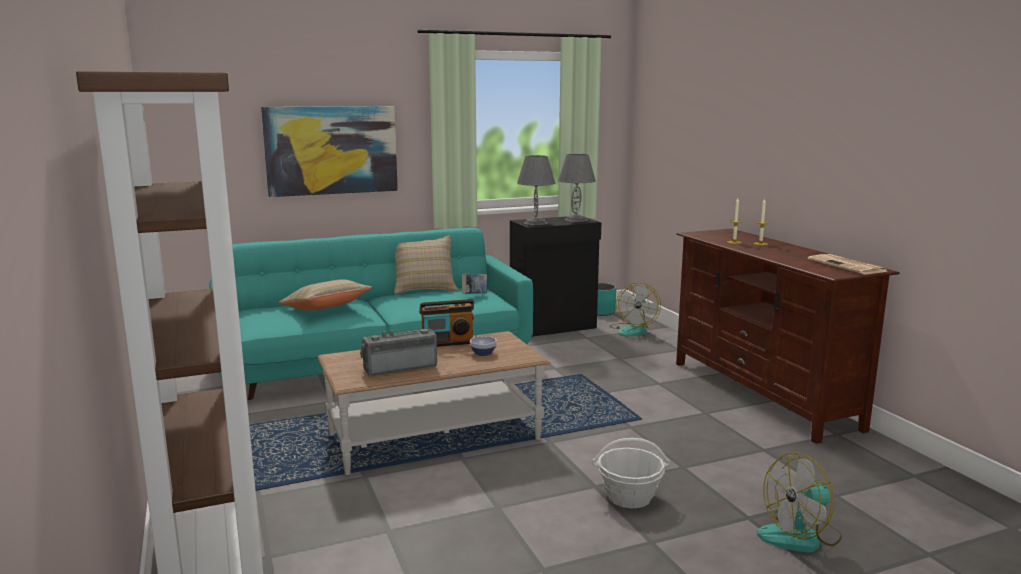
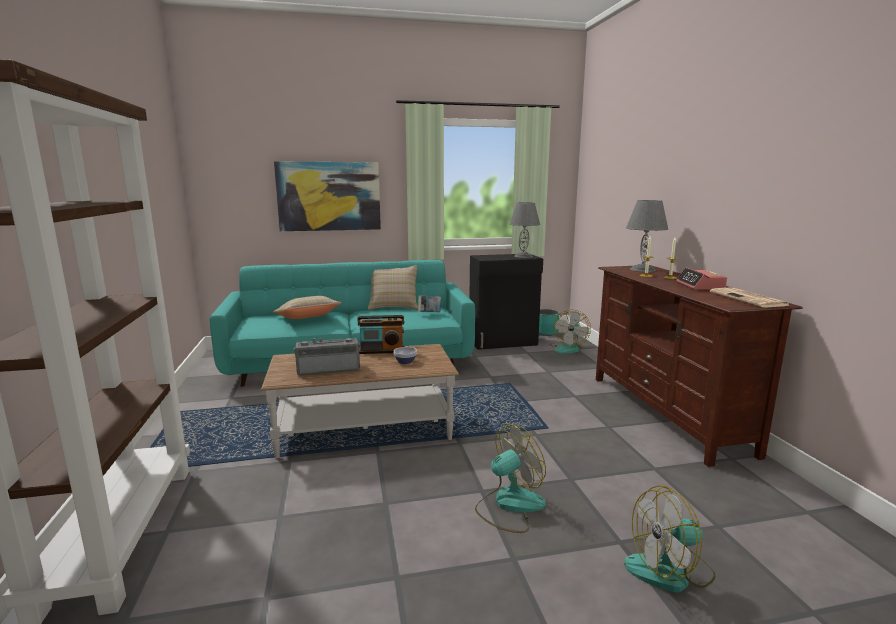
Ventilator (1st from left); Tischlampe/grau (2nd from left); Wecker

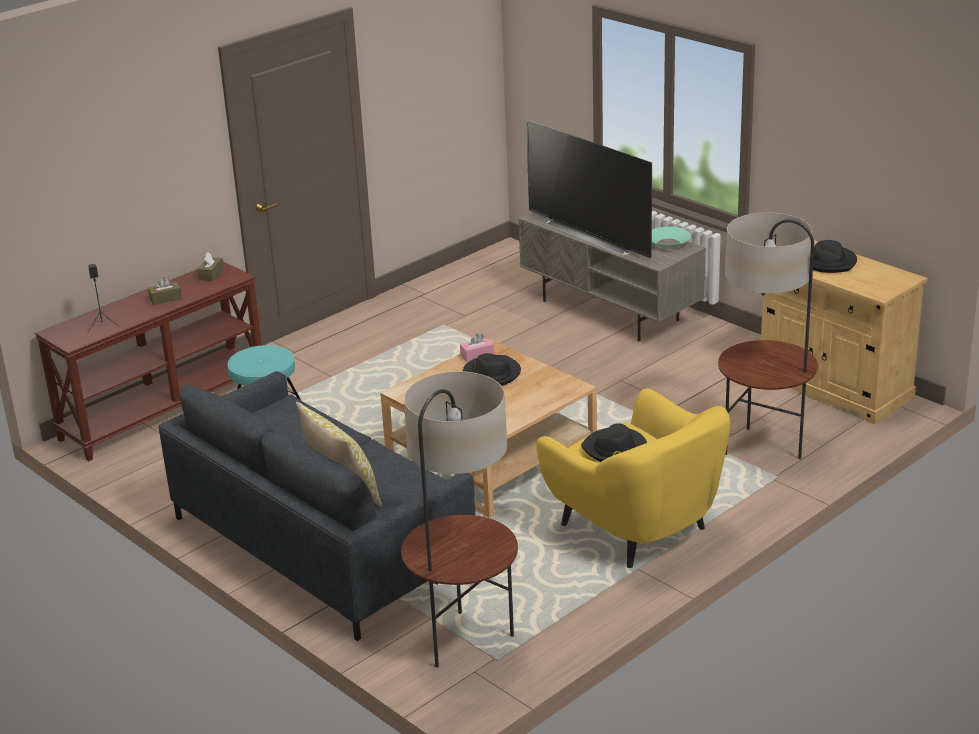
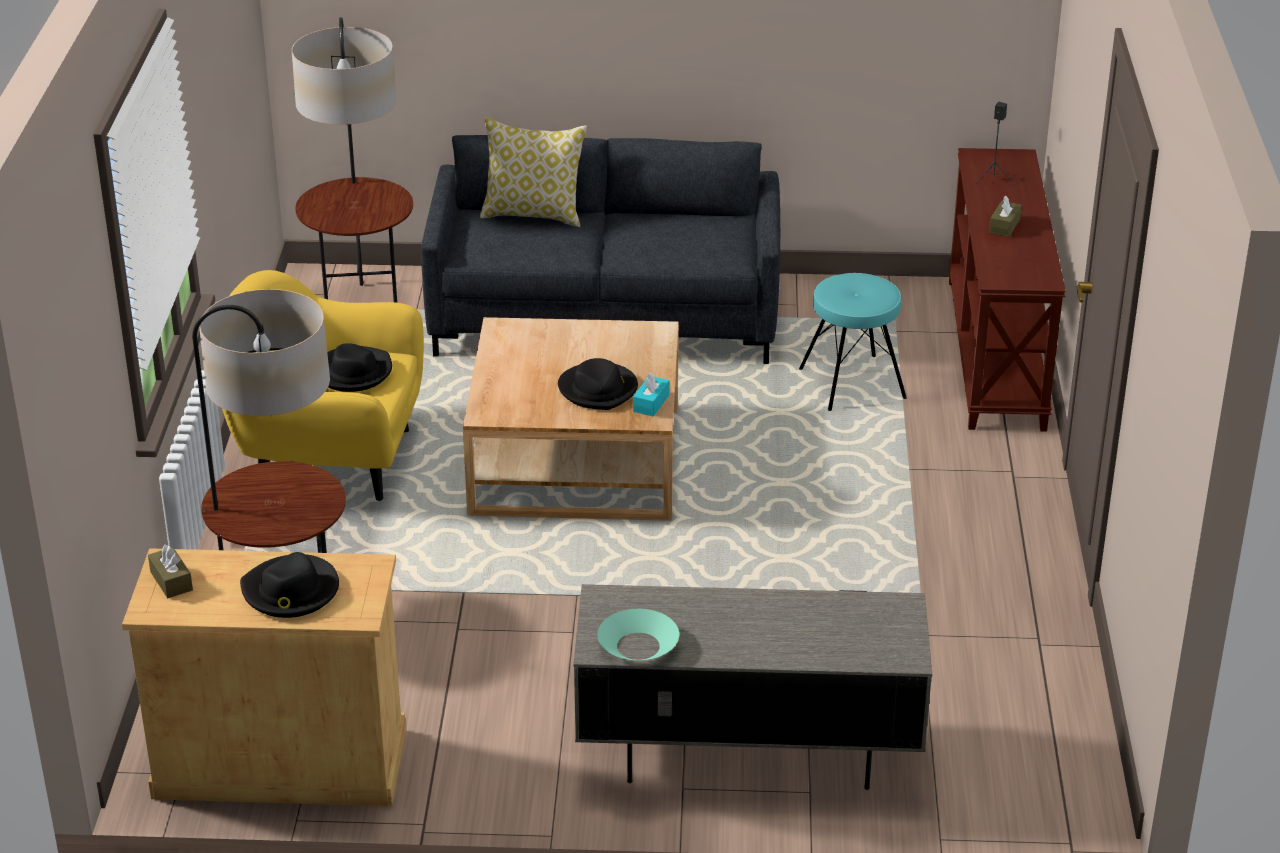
Taschentuchbox/braun (1st from left); Taschentuchbox/türkis; Fernseher

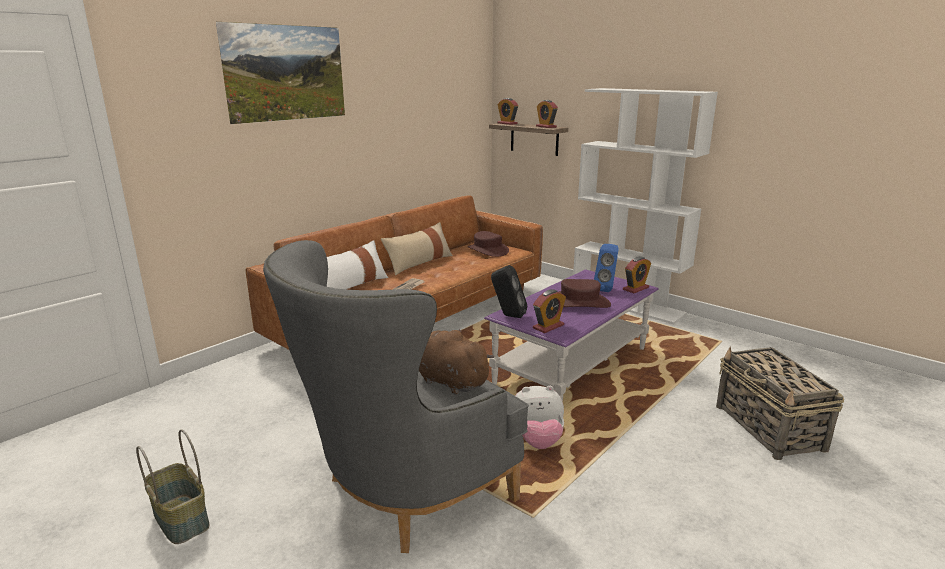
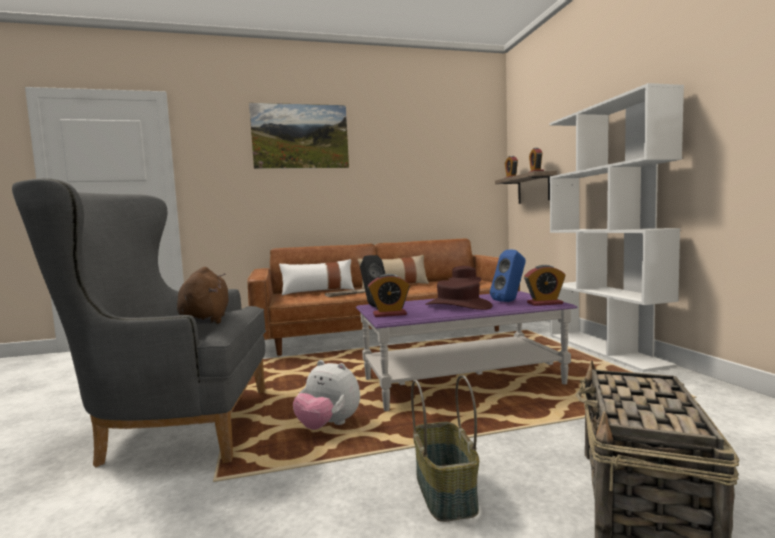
Korb (1st from left)

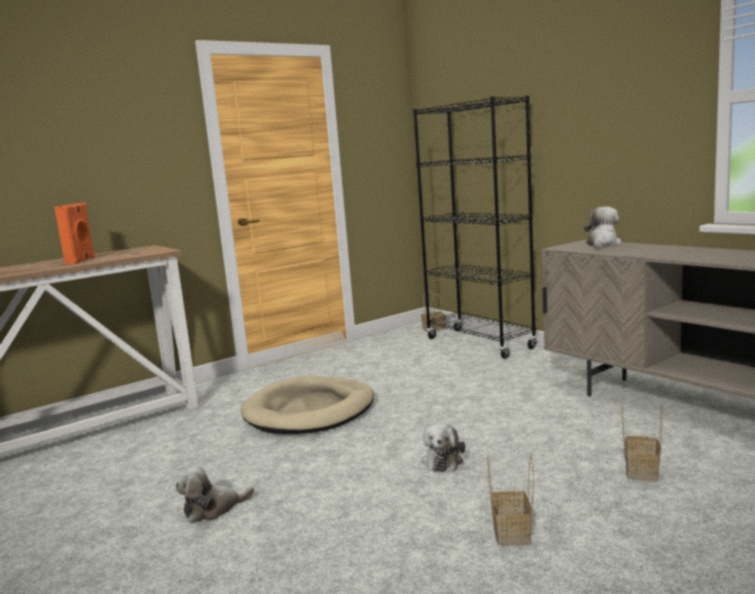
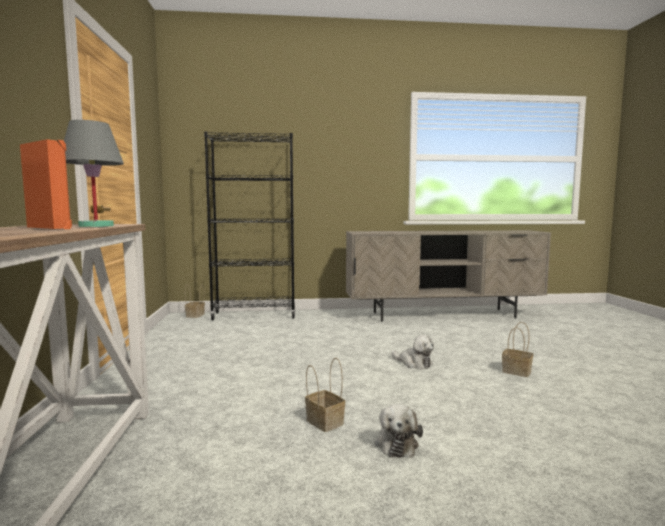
Tischlampe/grau; Korb (2nd from left); Hundebett/beige; Plüschtier (3rd from left in the first image)

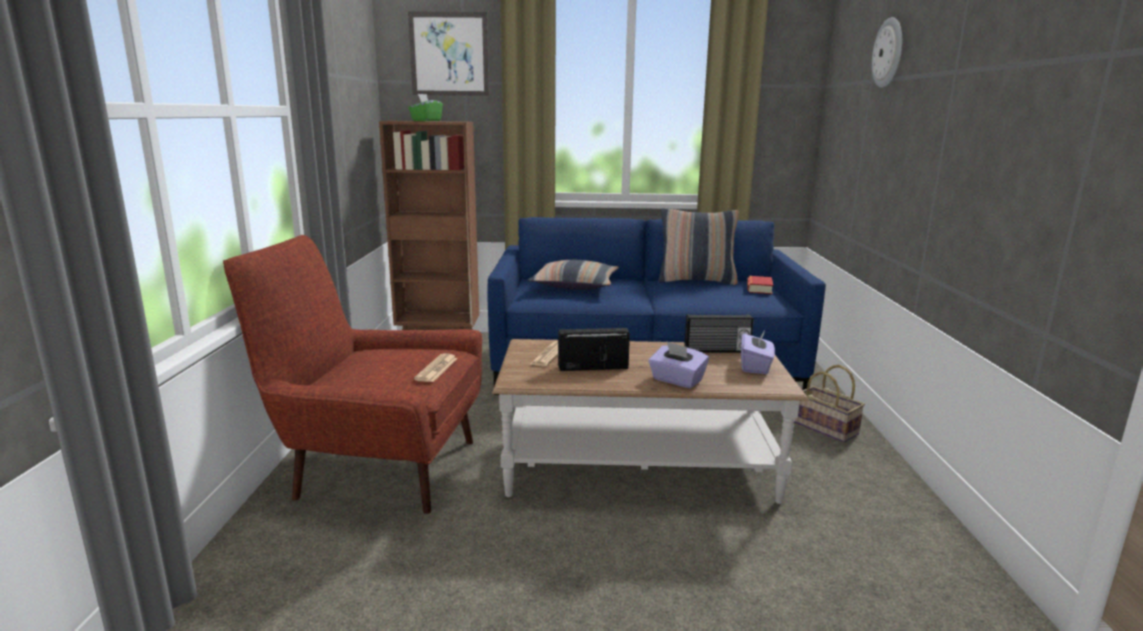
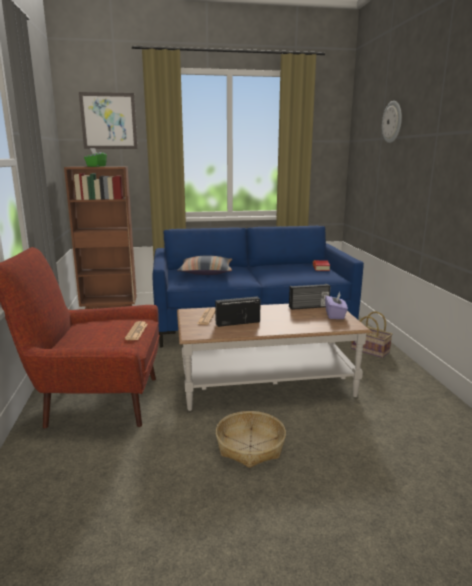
Korb (1st from left); Taschentuchbox/lila (1st from left in the first image); Kissen (2nd from left in the first image)

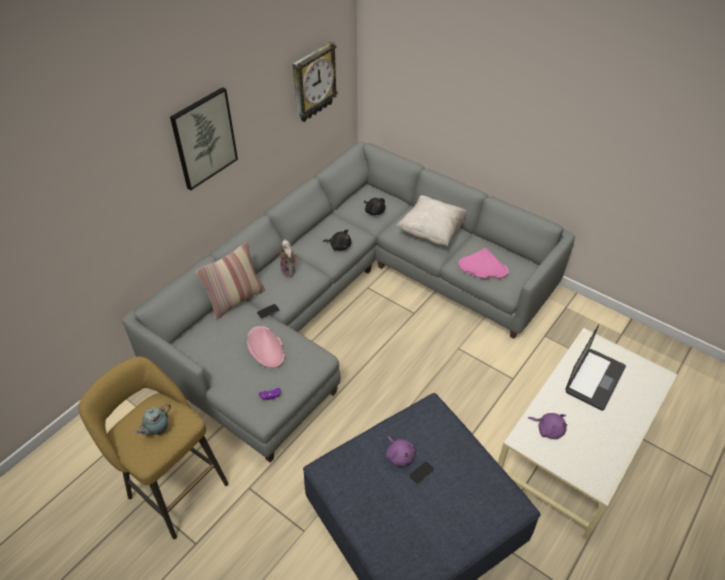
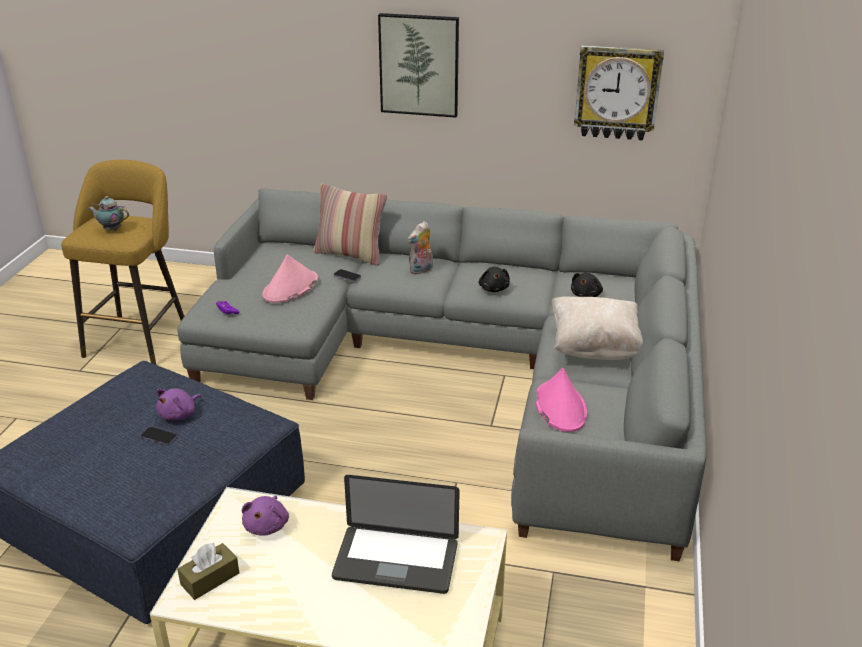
Taschentuchbox/braun

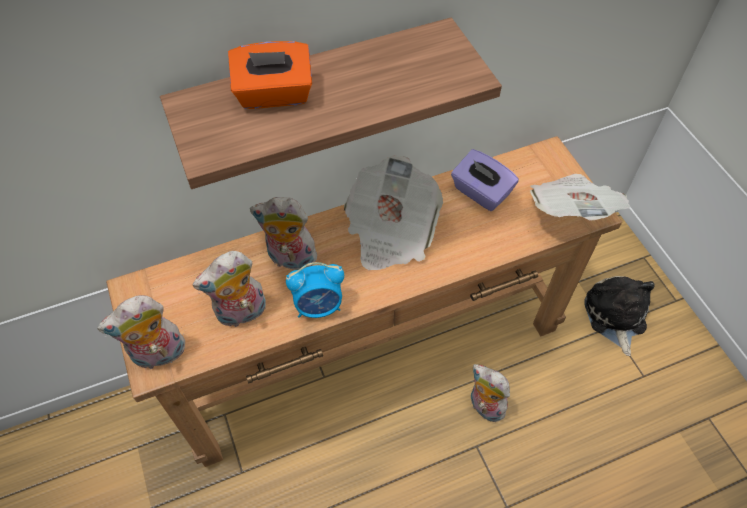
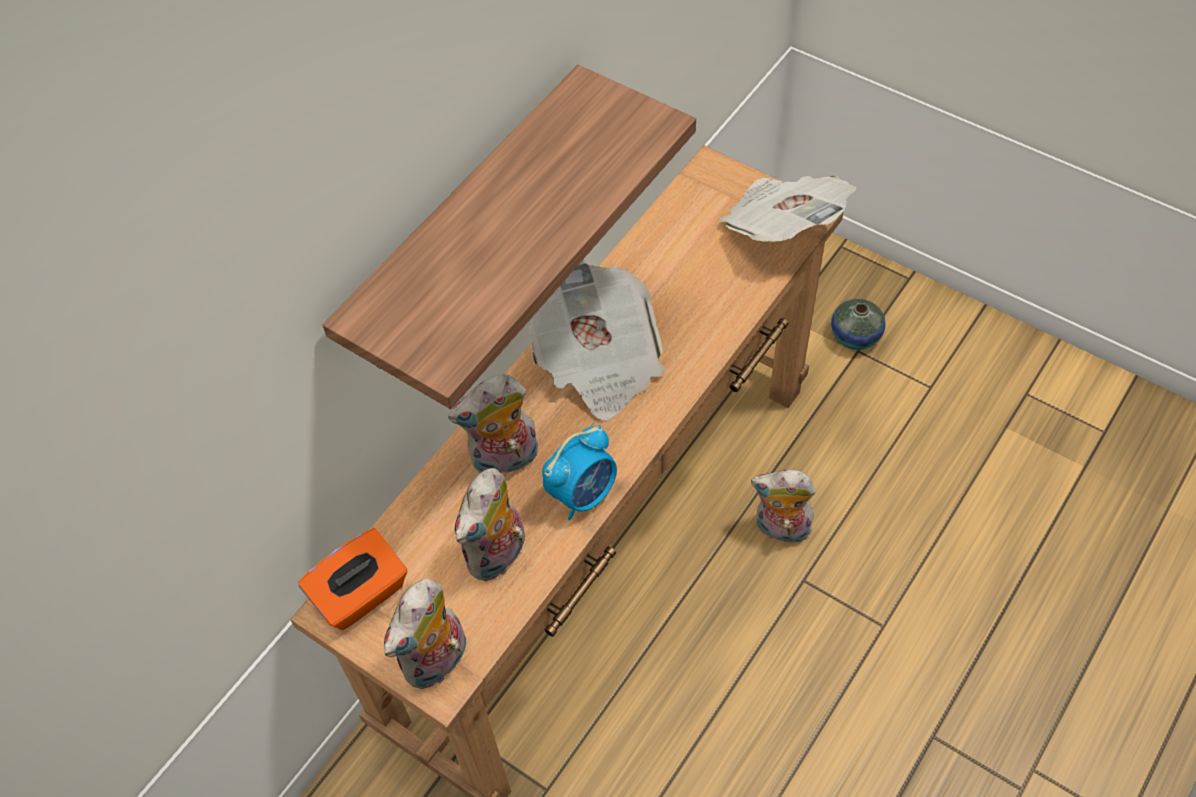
Taschentuchbox/orange; Vase; Taschentuchbox/lila

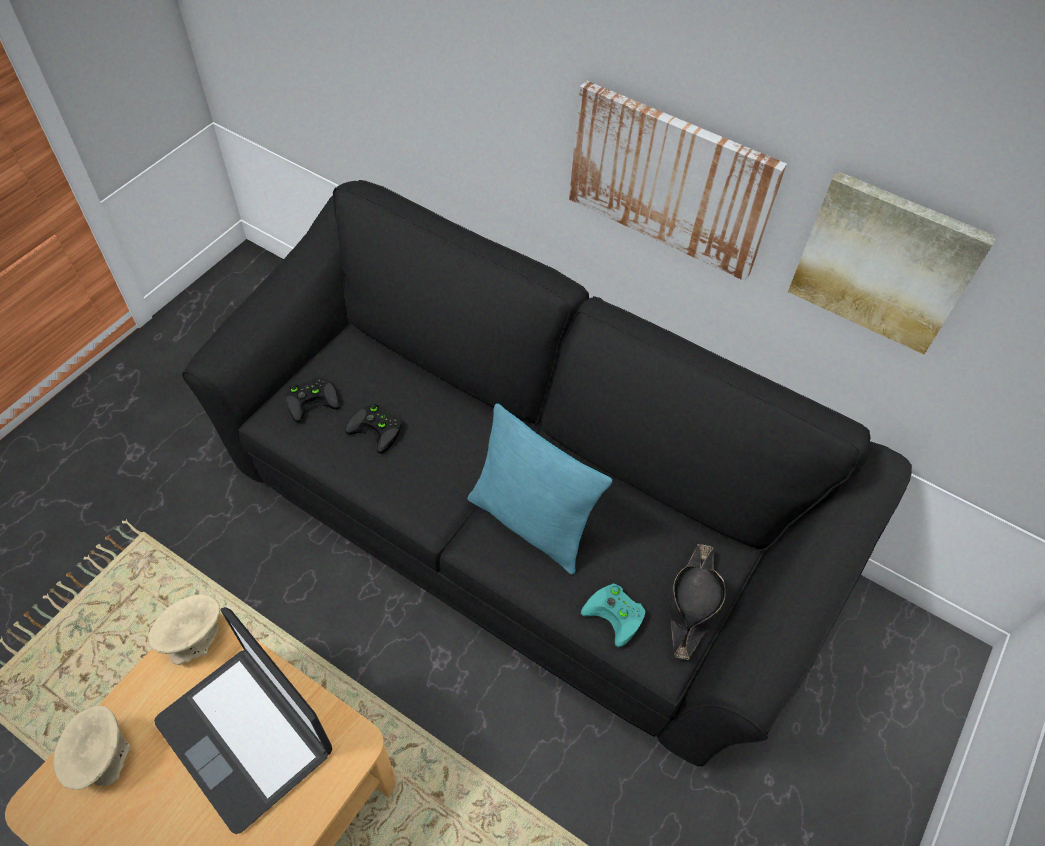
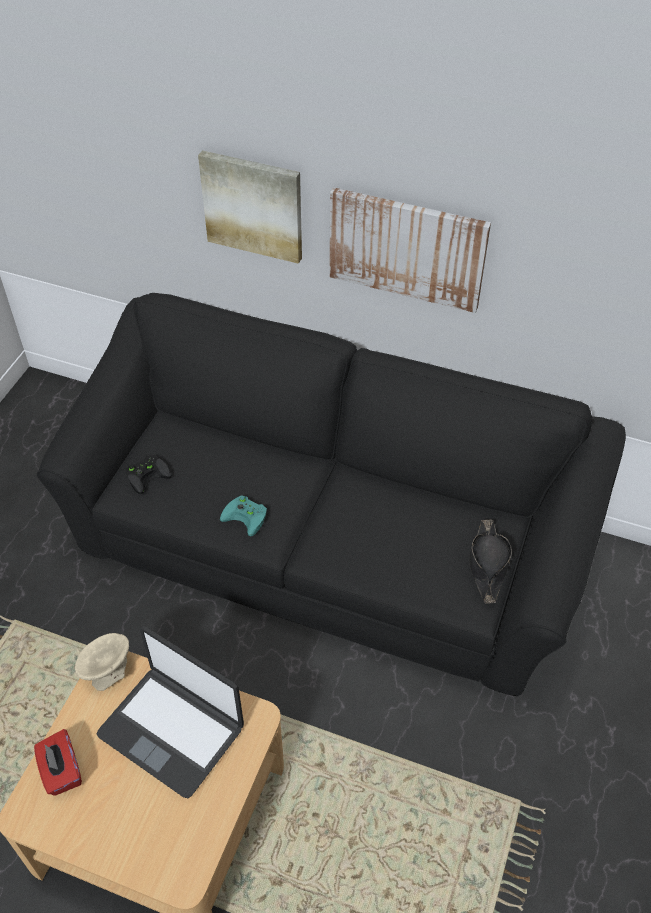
Taschentuchbox/rot; Bild (1st from left); Gamepad/türkis; Gamepad/schwarz (2nd from left in the first image); Kissen/türkis

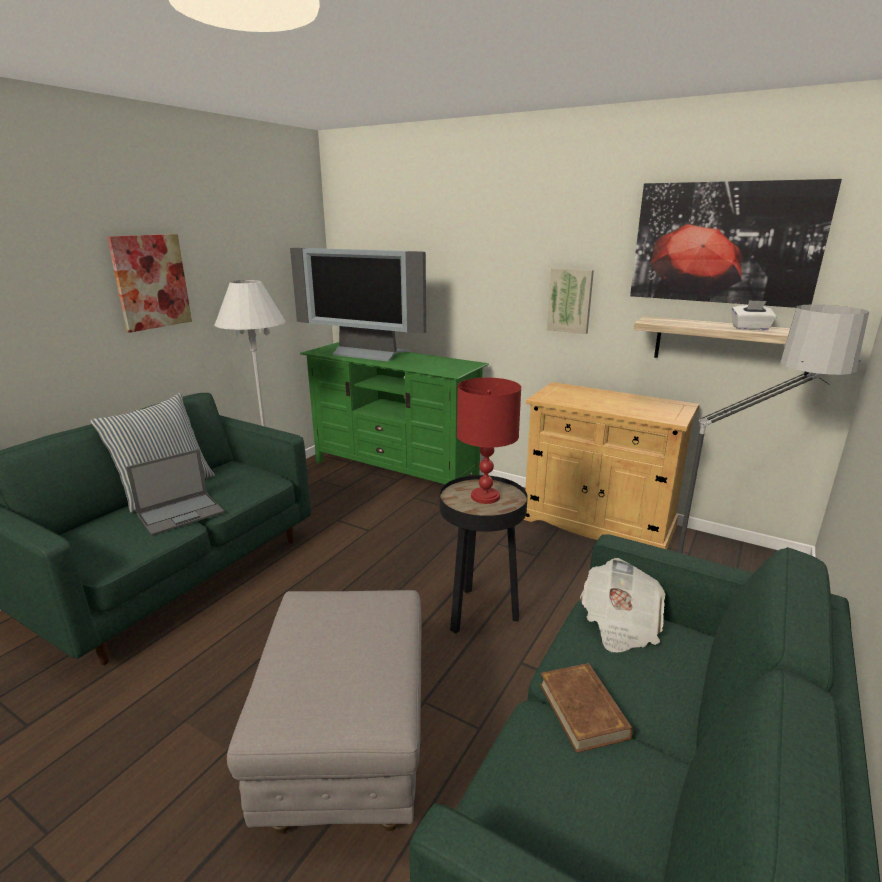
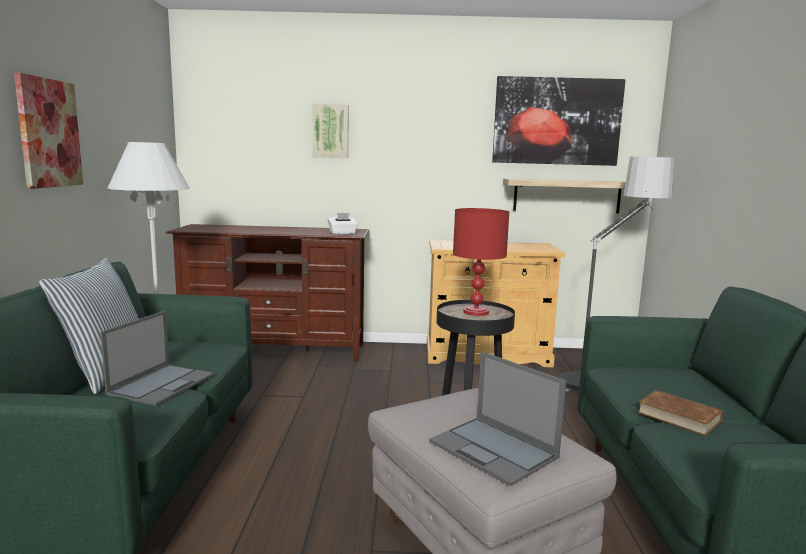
Fernsehschrank/braun; Bild (2nd from left); Taschentuchbox/weiß; Laptop (2nd from left); Fernseher; Zeitung

